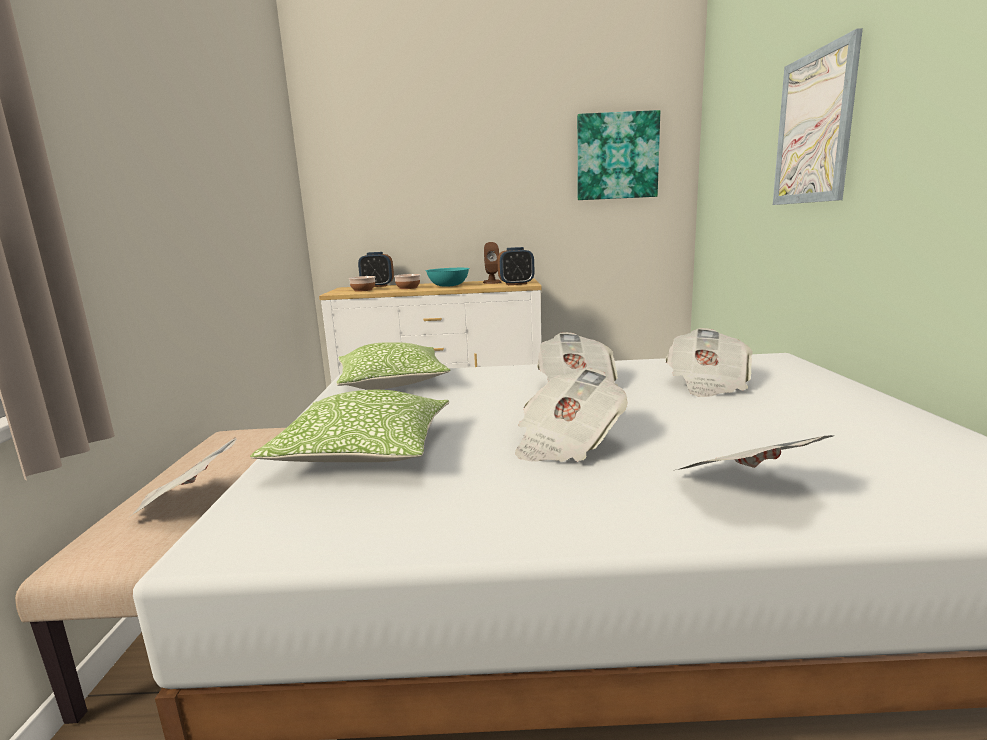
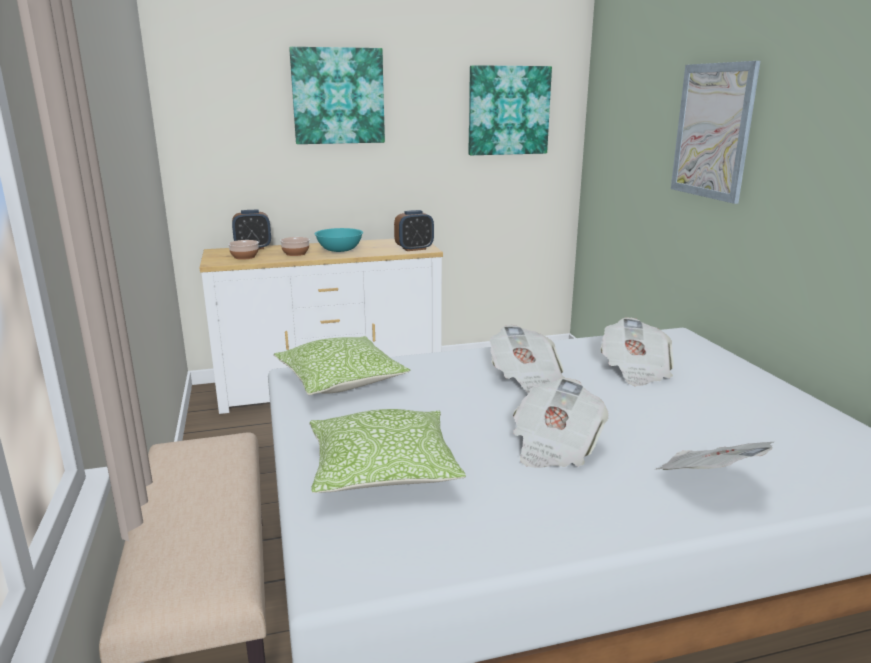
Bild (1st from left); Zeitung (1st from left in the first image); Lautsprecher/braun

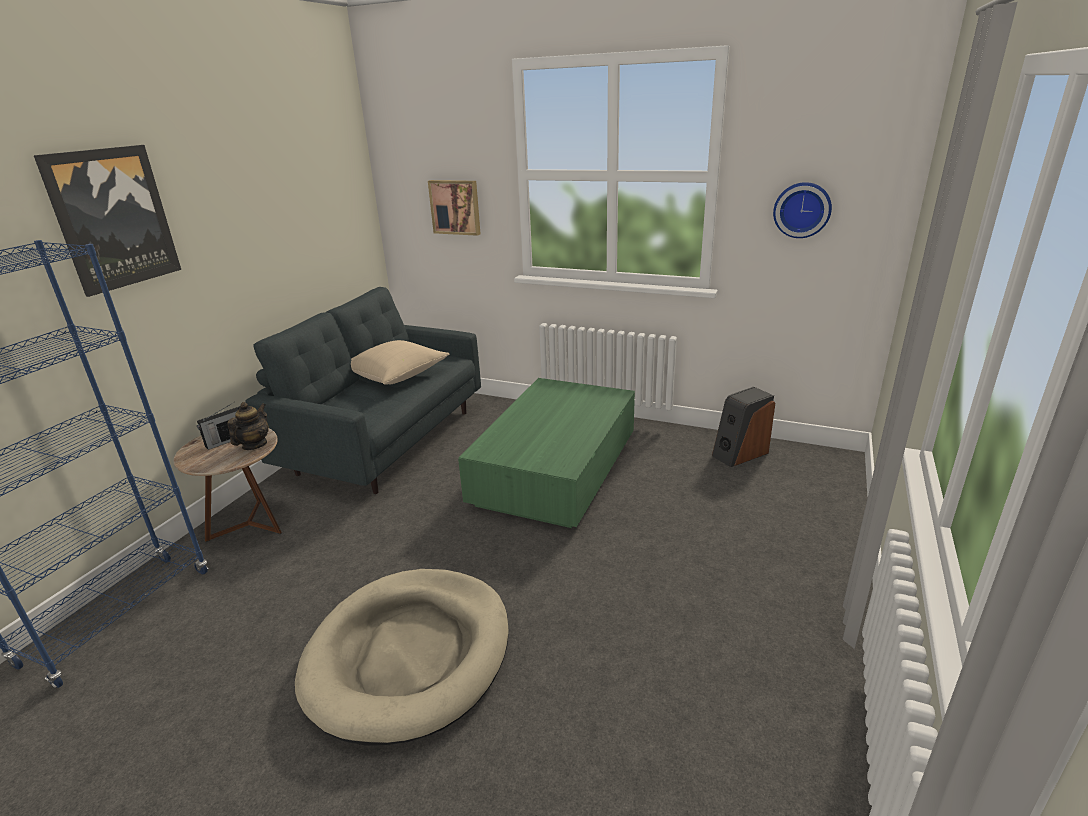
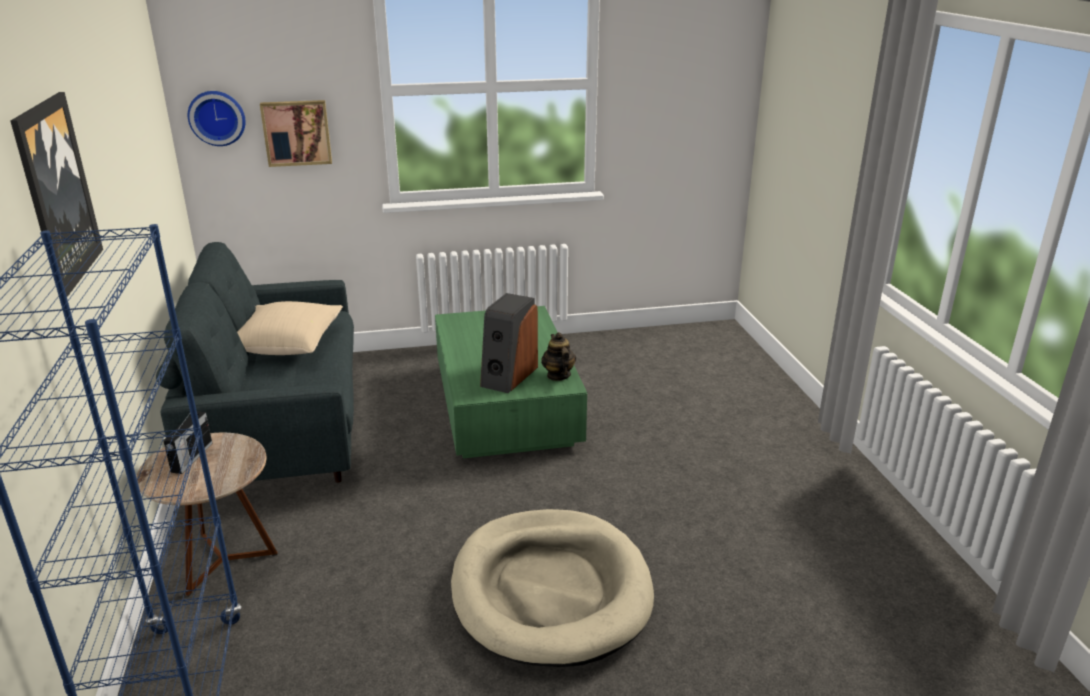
Wanduhr; Lautsprecher; Teekanne

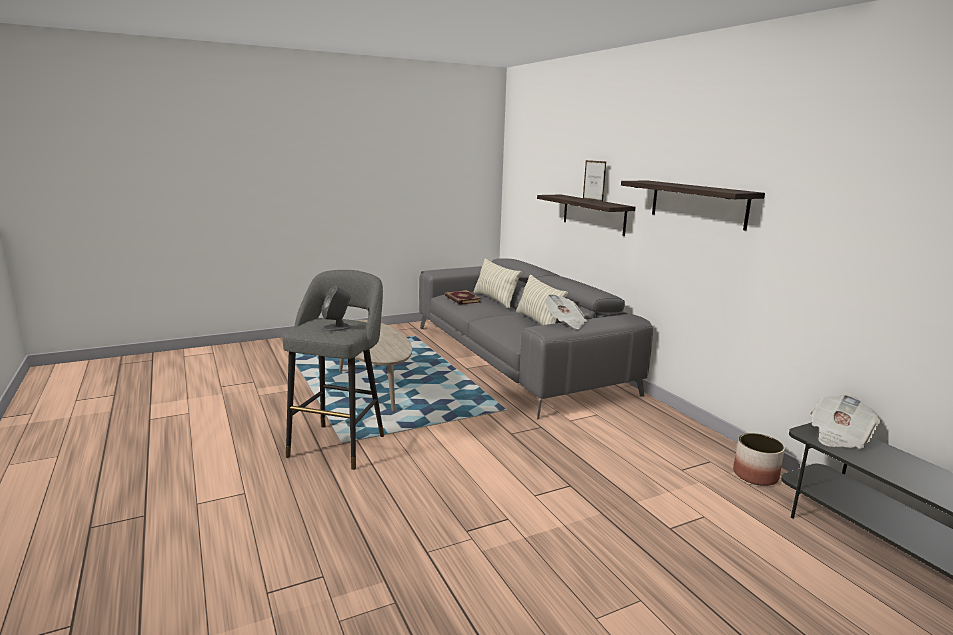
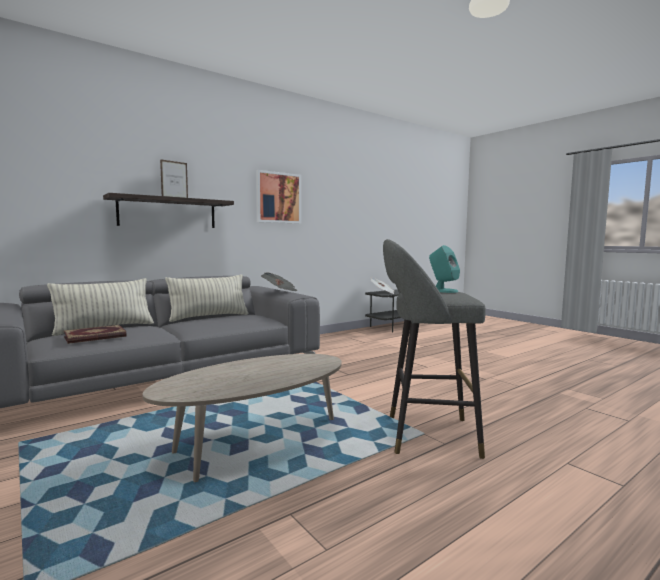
Bild; Lautsprecher/türkis; Pflanzkübel

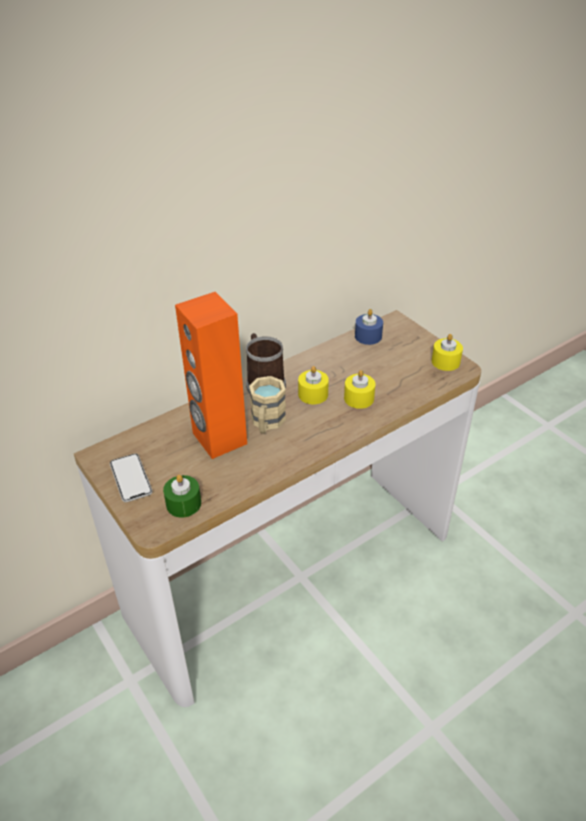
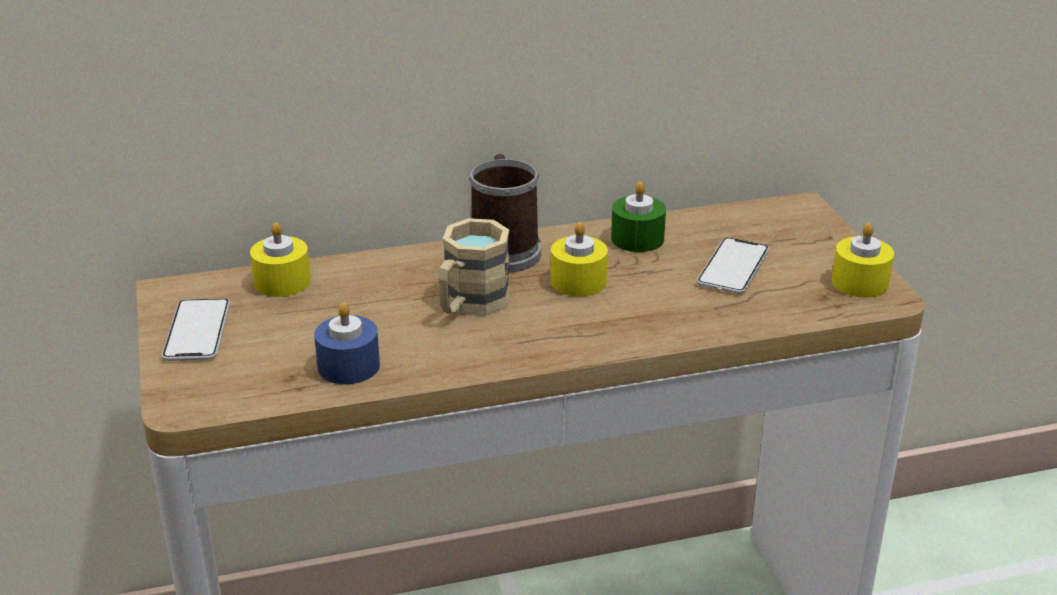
Kerze/gelb (1st from left); Kerze/blau; Kerze/grün; Handy (2nd from left); Lautsprecher/orange

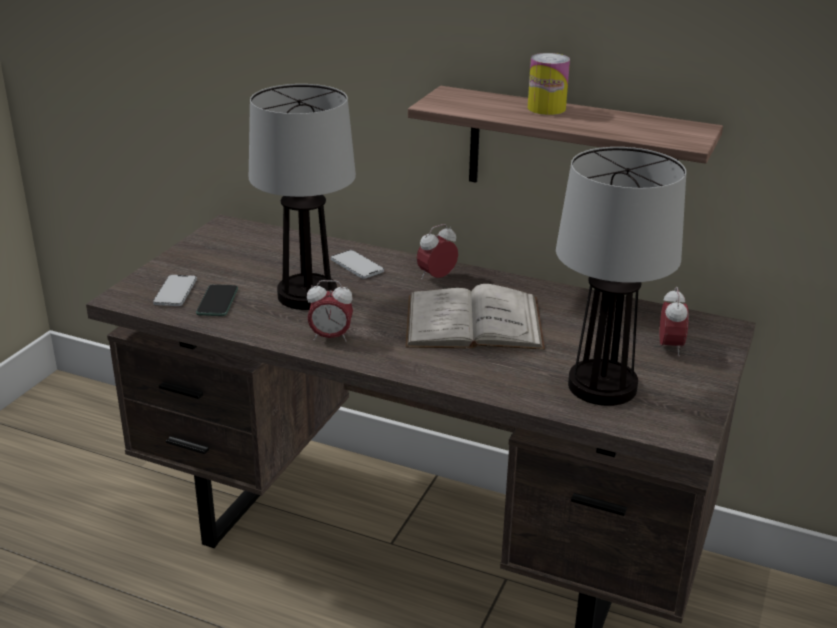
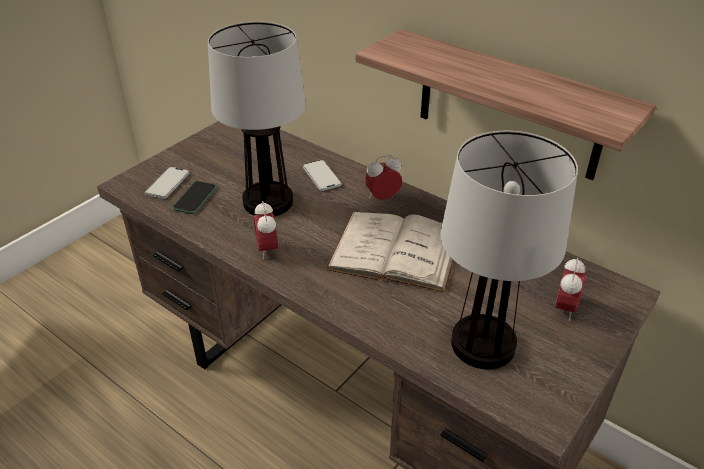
Wecker (1st from left); Dose

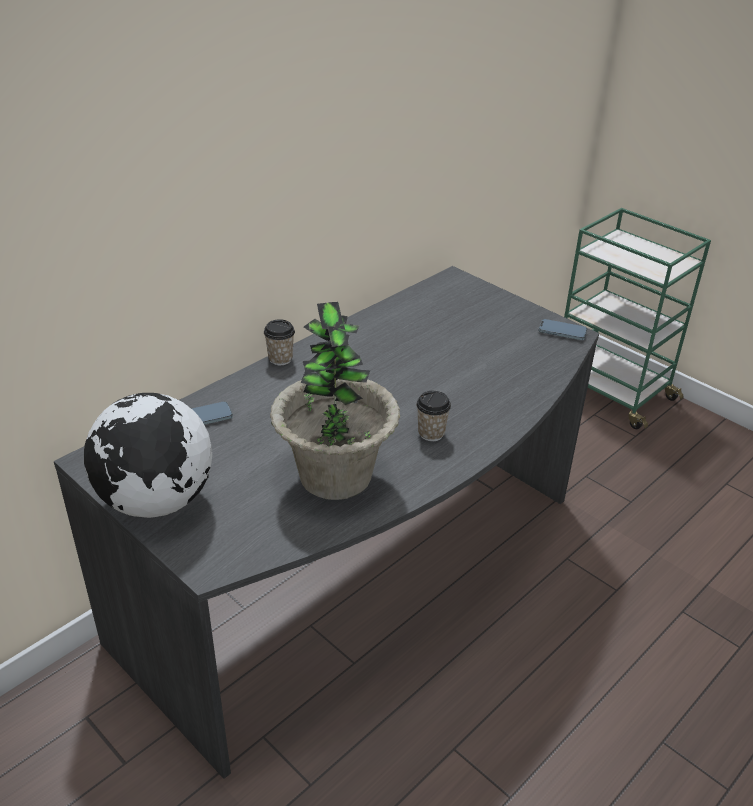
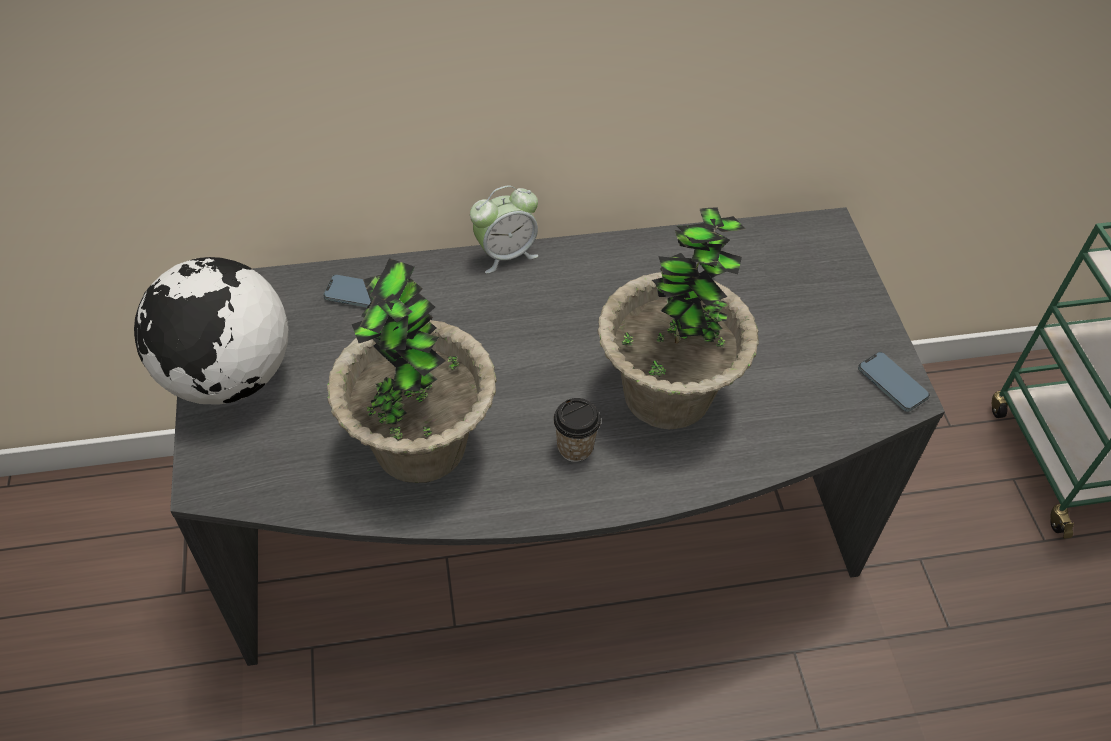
Wecker; Topfpflanze (2nd from left)

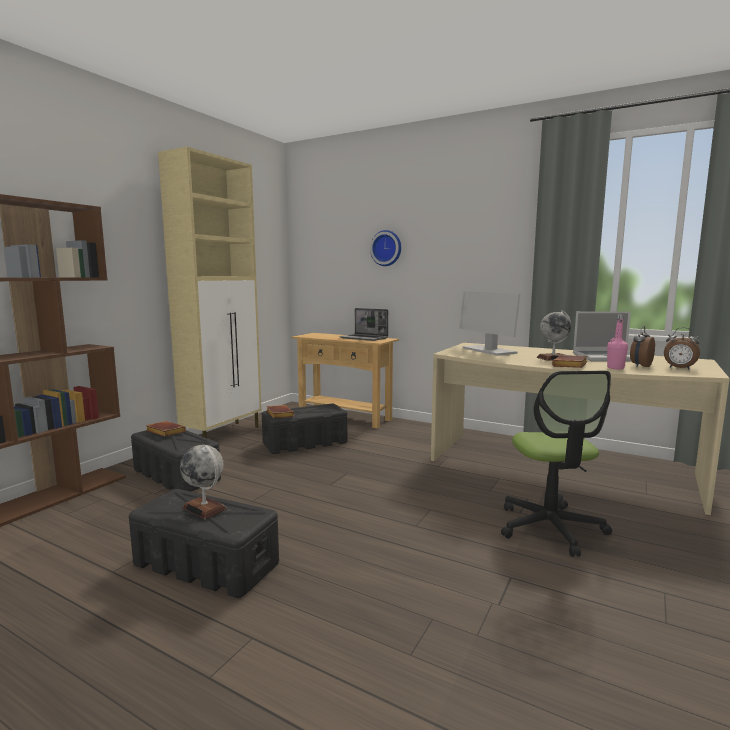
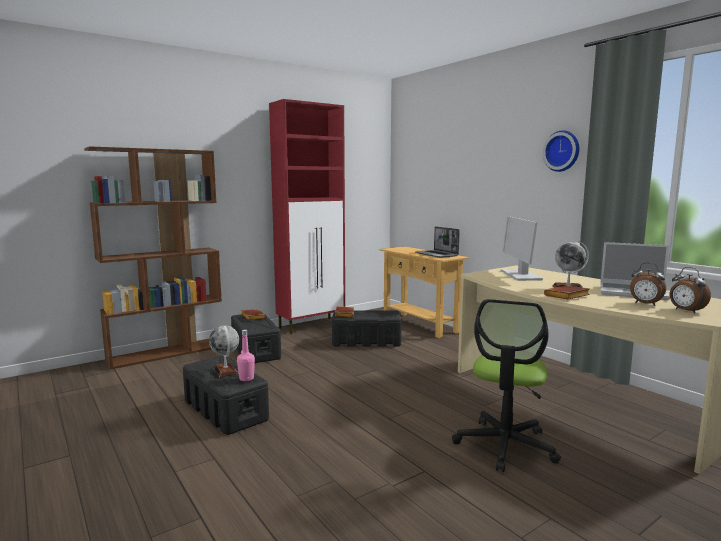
Flasche/rosa; Schrank/rot; Wanduhr; Wecker (1st from left)

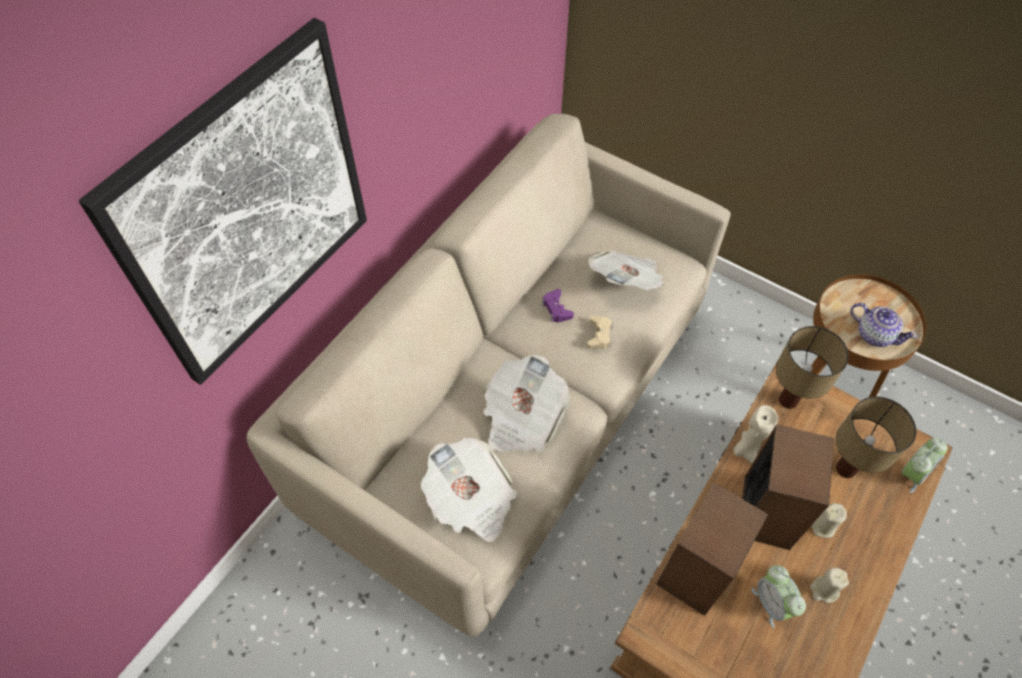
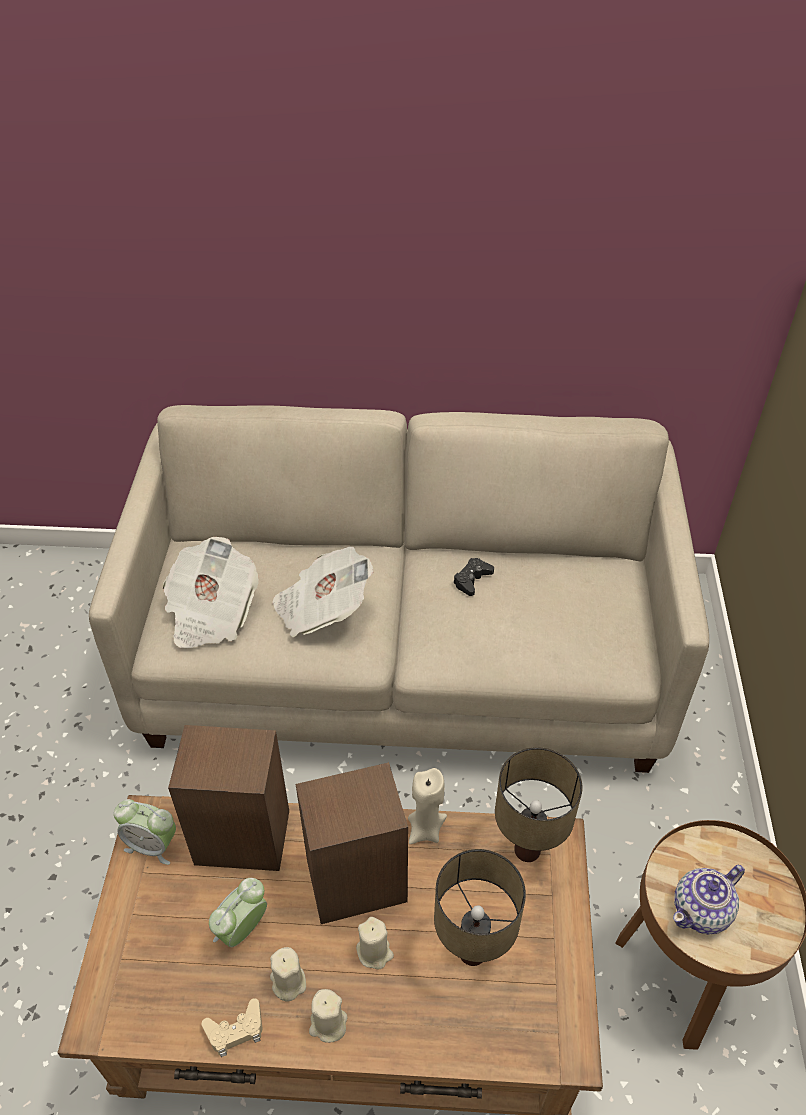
Wecker (1st from left); Gamepad/beige; Kerze/beige (2nd from left); Gamepad/schwarz; Teekanne; Bild; Zeitung (3rd from left in the first image)

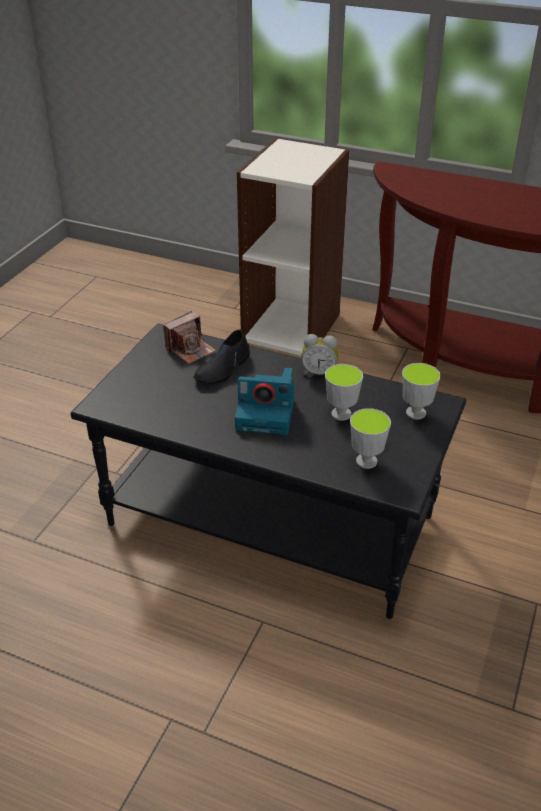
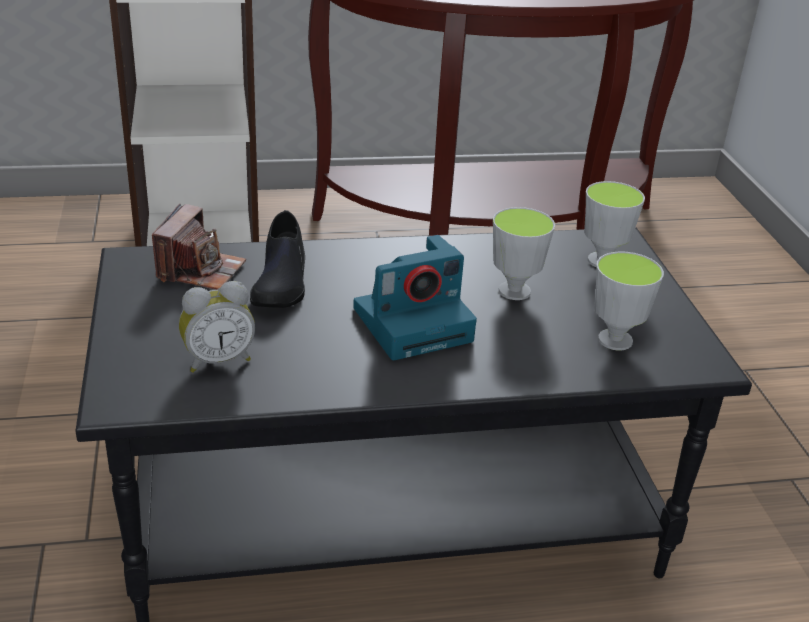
Wecker

